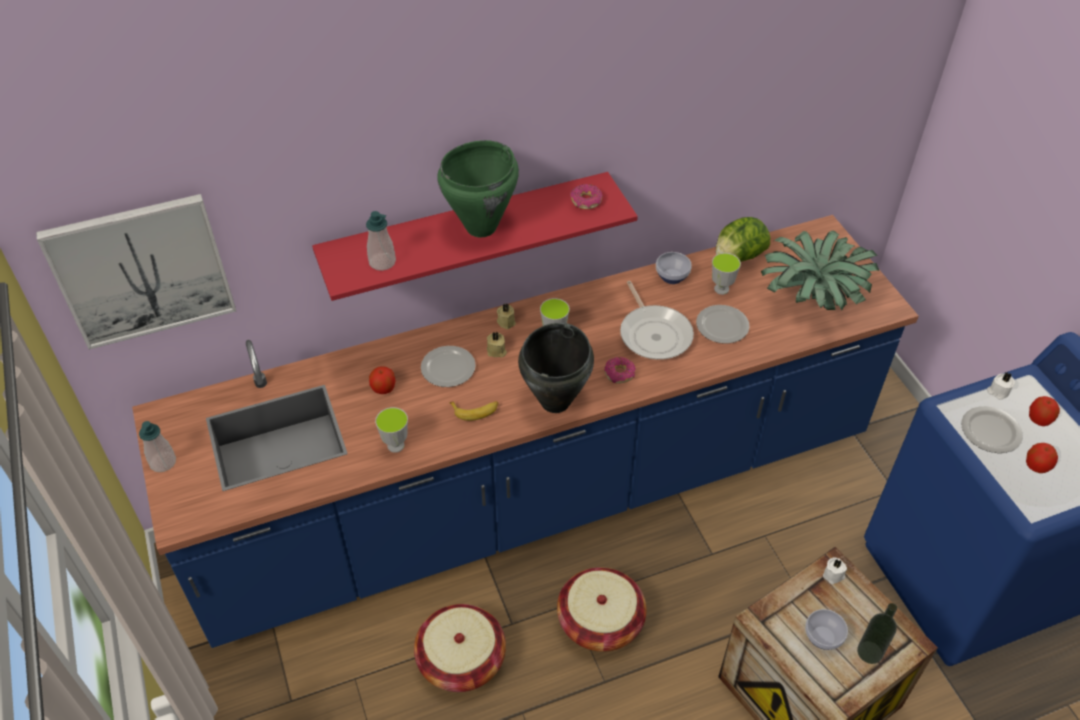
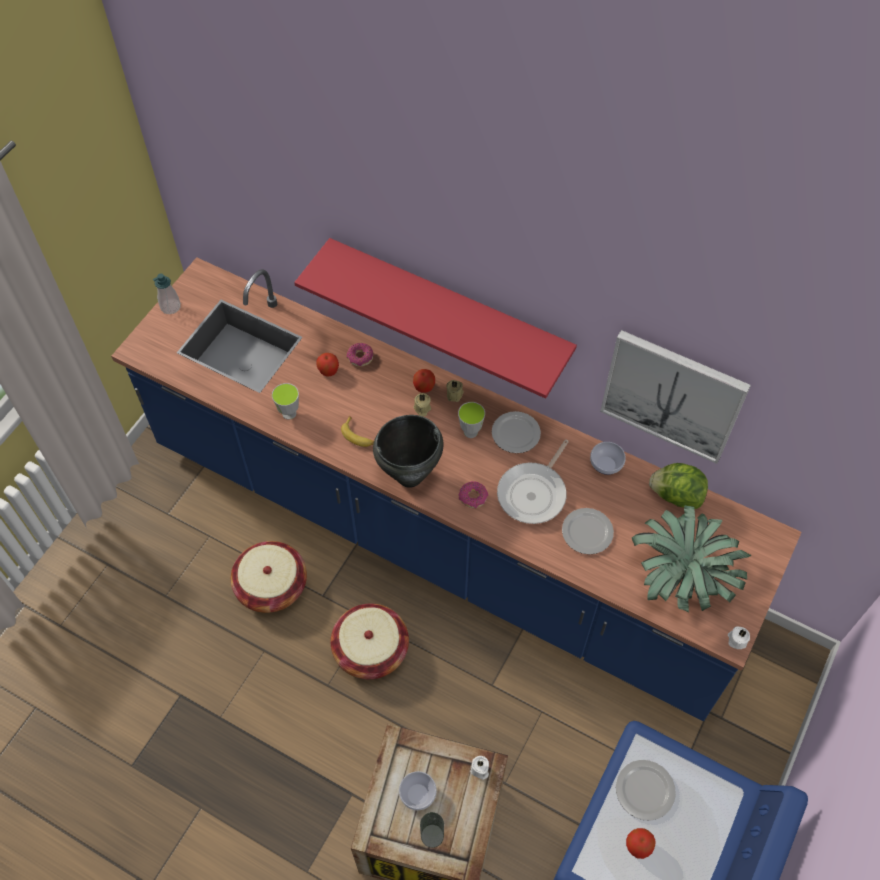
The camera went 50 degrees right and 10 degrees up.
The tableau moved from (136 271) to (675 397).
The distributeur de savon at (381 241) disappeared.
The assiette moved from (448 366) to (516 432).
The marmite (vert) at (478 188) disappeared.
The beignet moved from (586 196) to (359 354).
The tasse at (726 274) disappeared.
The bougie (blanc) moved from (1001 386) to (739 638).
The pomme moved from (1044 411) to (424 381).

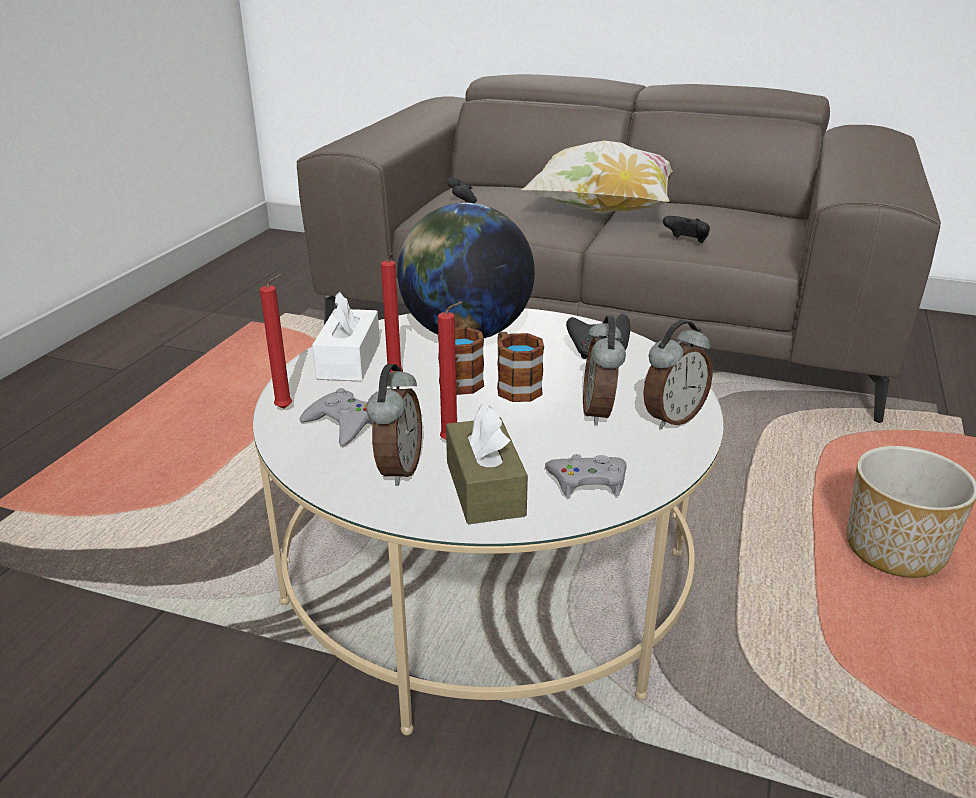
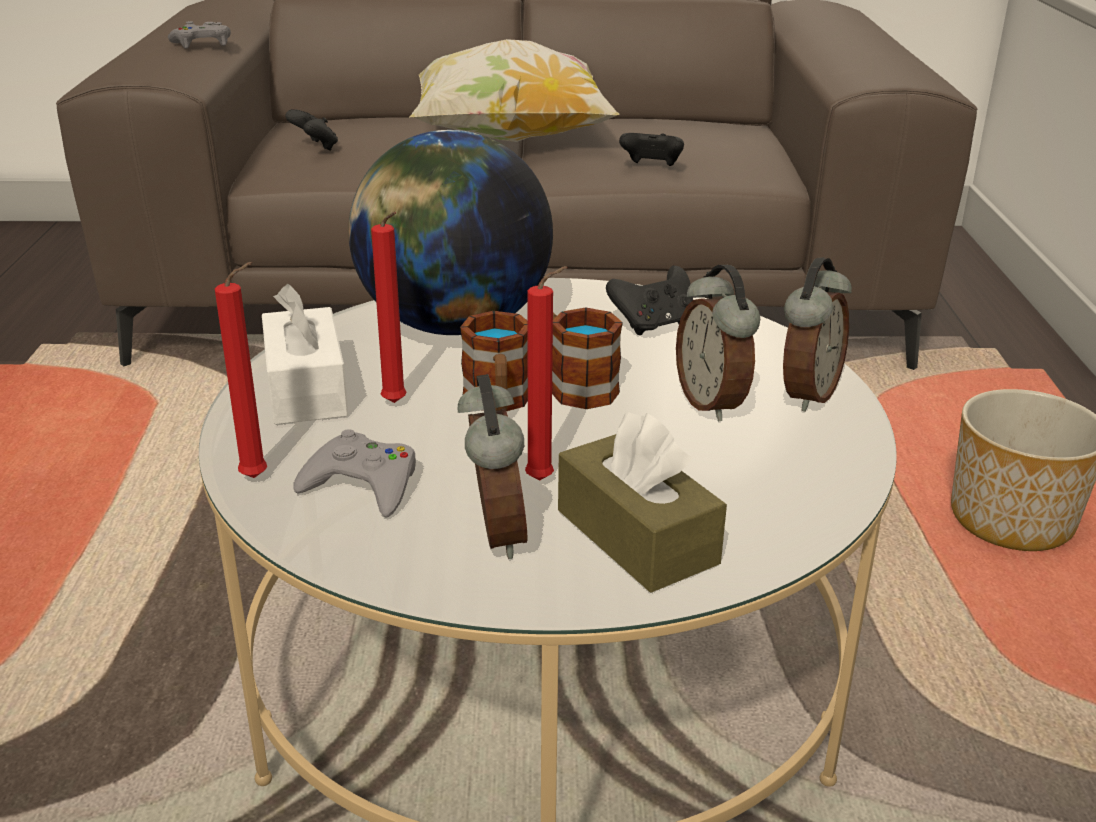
The camera went 20 degrees left and 0 degrees up.
The manette (gris) moved from (586 476) to (199 35).

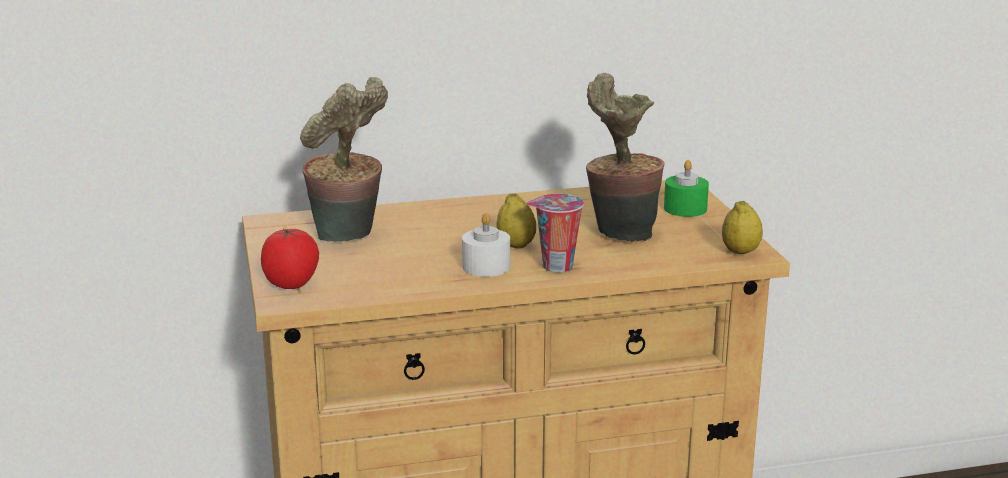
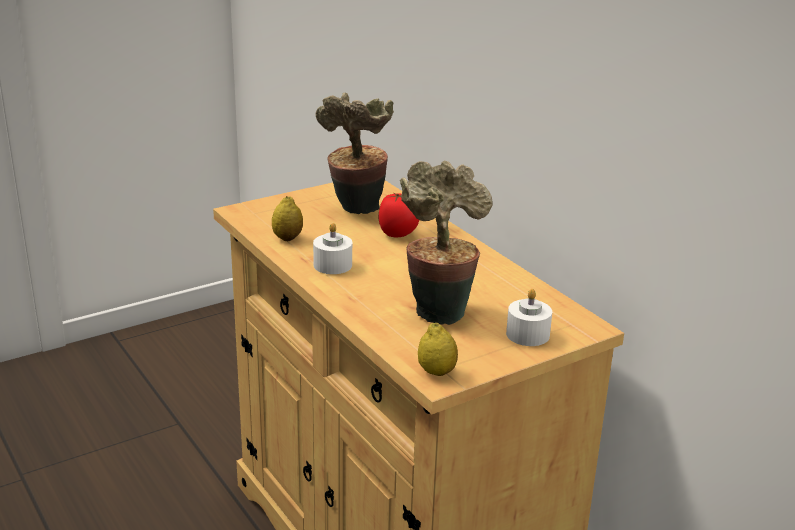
The camera went 70 degrees right and 5 degrees up.
The tomate moved from (290 259) to (399 214).
The citron moved from (516 221) to (287 218).
The tasse at (555 233) disappeared.
The bougie (vert) at (686 188) became the bougie (blanc) at (529 317).

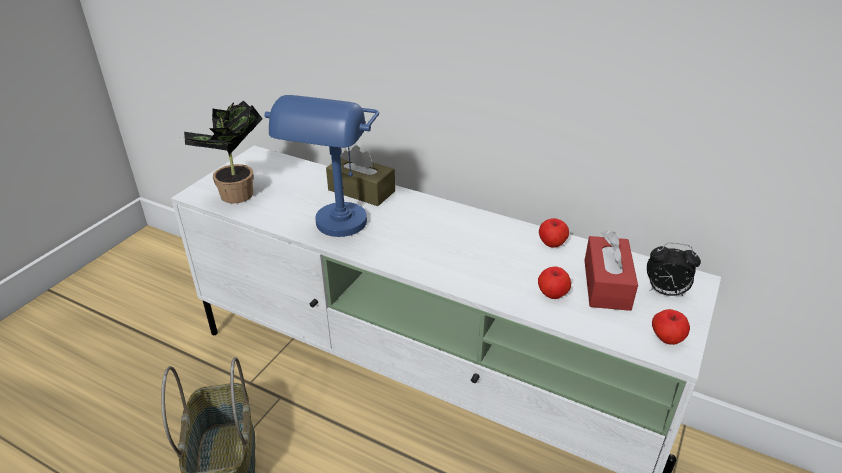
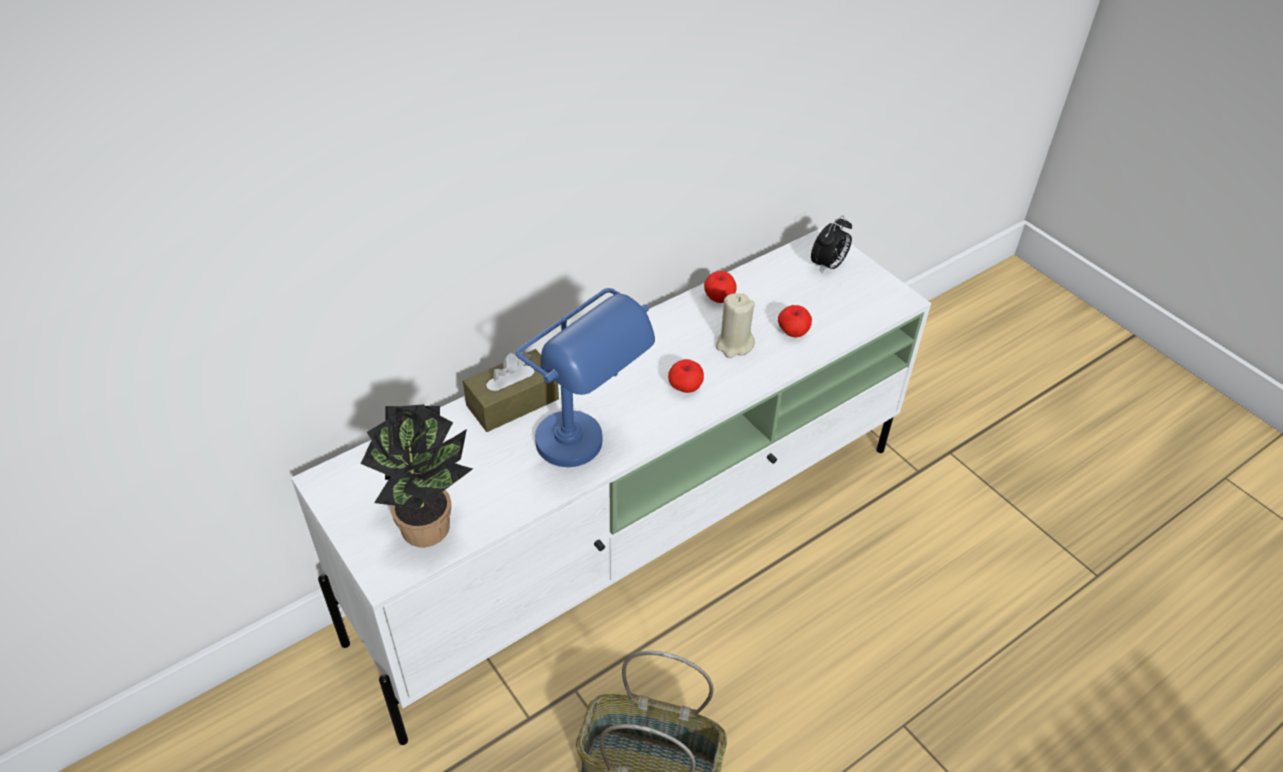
The camera went 65 degrees left and 10 degrees up.
The boîte à mouchoirs (rouge) at (611 271) disappeared.
The pomme moved from (671 327) to (686 376).
The bougie (beige) at (735 325) appeared.

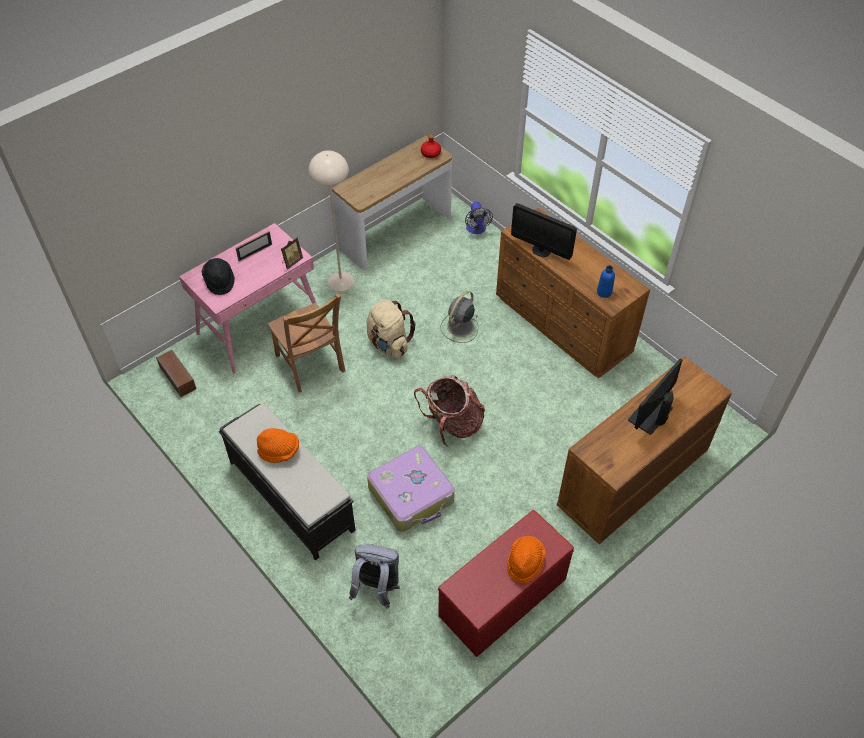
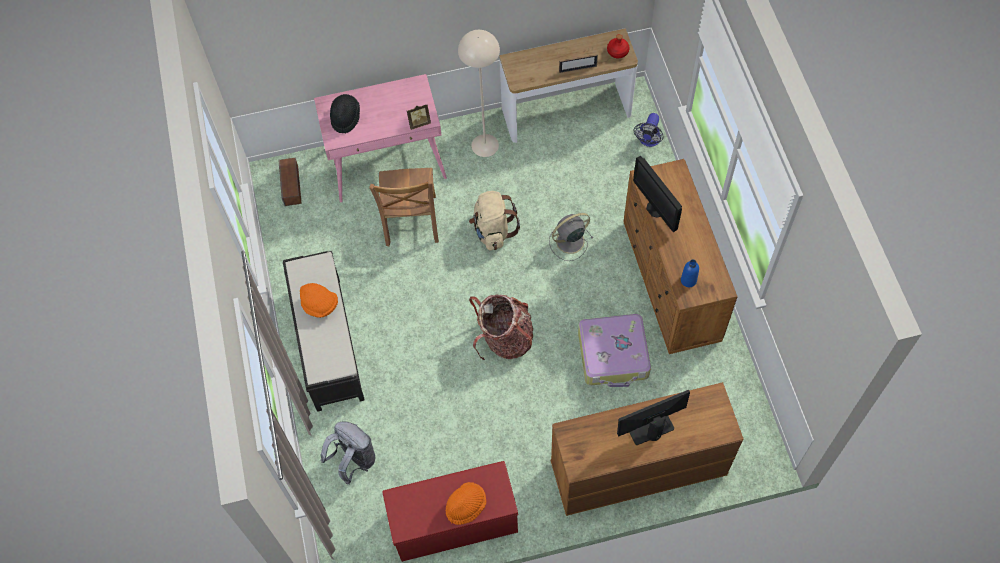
The camera went 30 degrees right and 10 degrees up.
The cadre photo moved from (254 246) to (578 63).
The valise moved from (411 489) to (614 350).

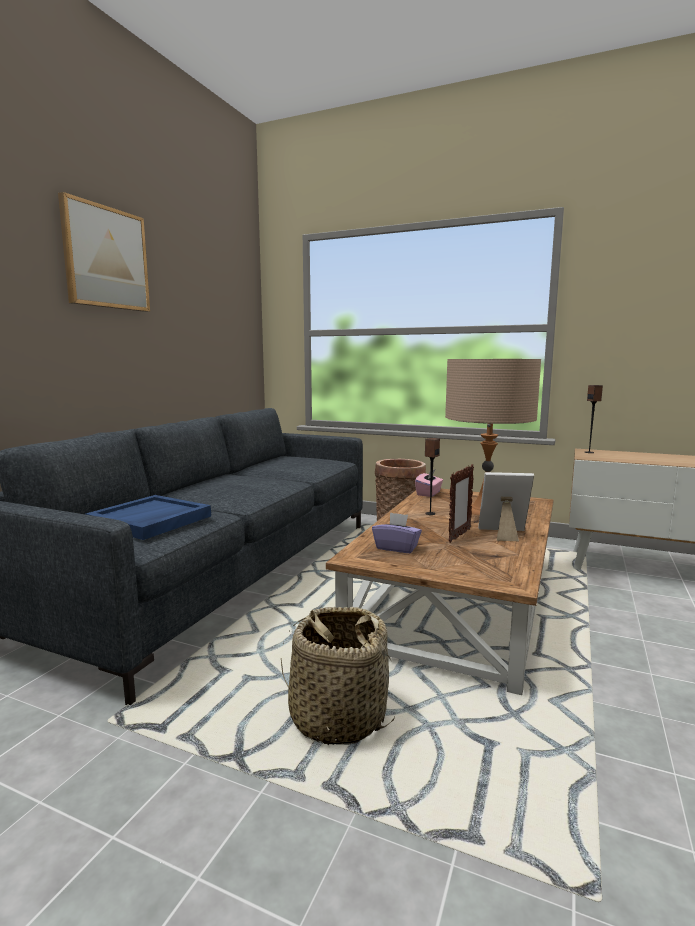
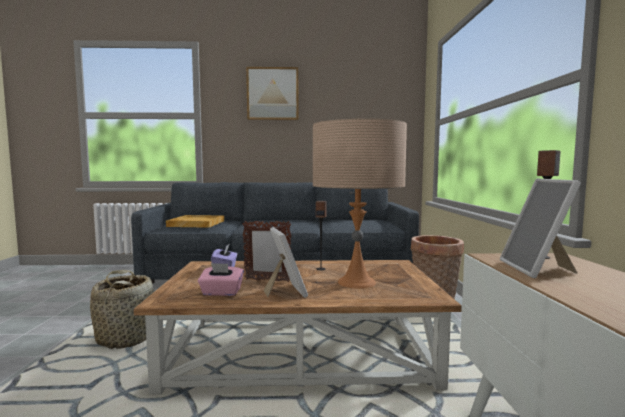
The camera went 65 degrees right and 5 degrees down.
The plateau (bleu) at (148 517) became the plateau (beige) at (195 221).
The boîte à mouchoirs (rose) moved from (429 483) to (221 279).
The cadre photo at (540 228) appeared.

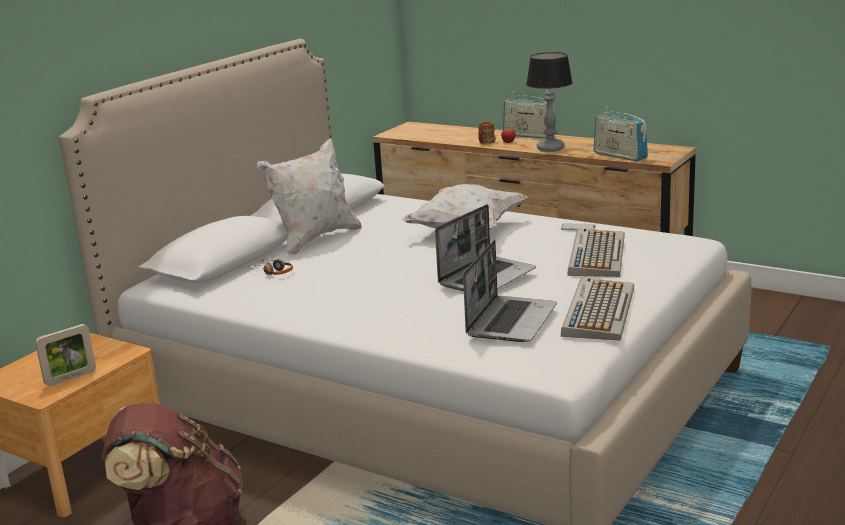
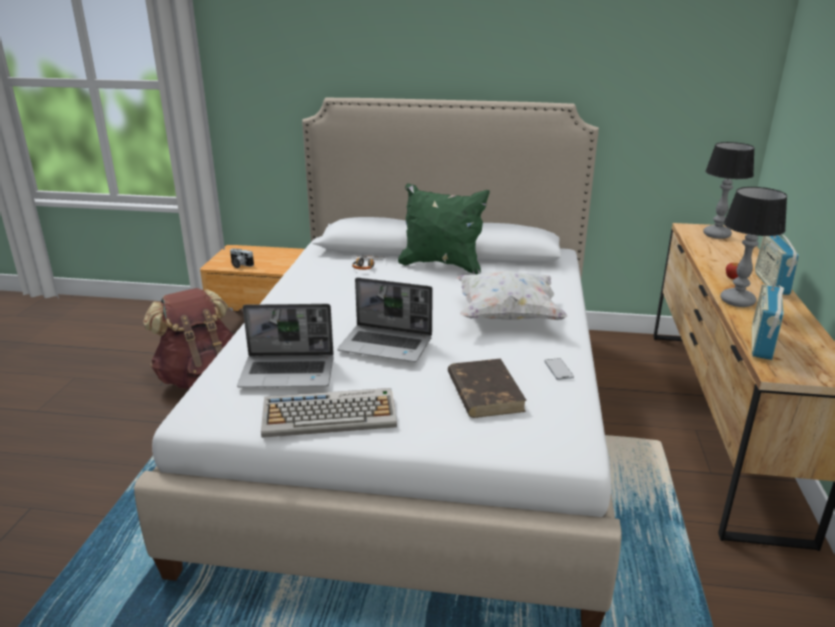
The camera went 65 degrees right and 5 degrees up.
The cadre photo at (65 355) was replaced by the appareil photo at (242 258).
The coussin (blanc) at (309 196) became the coussin (vert) at (444 229).
The mug at (487 132) disappeared.
The clavier at (596 252) was replaced by the livre (marron) at (487 388).
The lampe de table at (729 190) appeared.

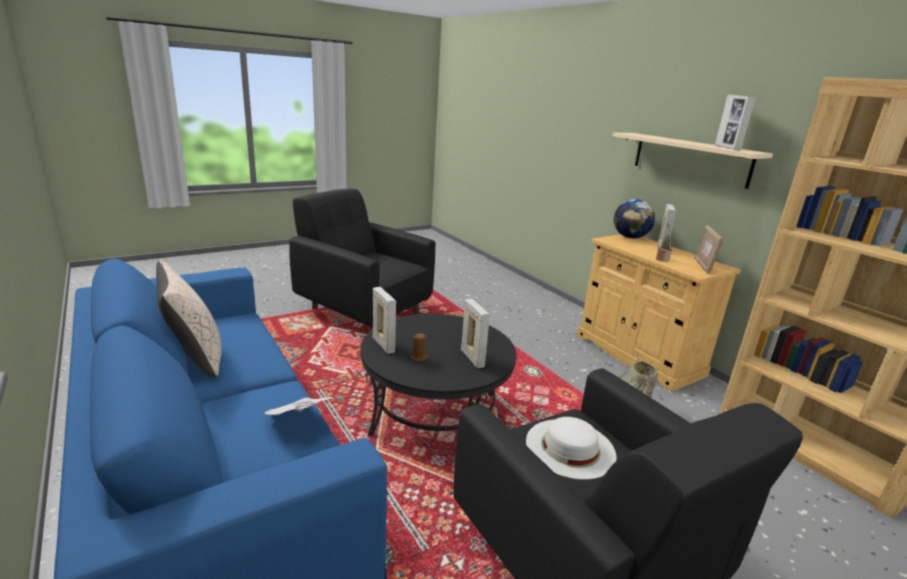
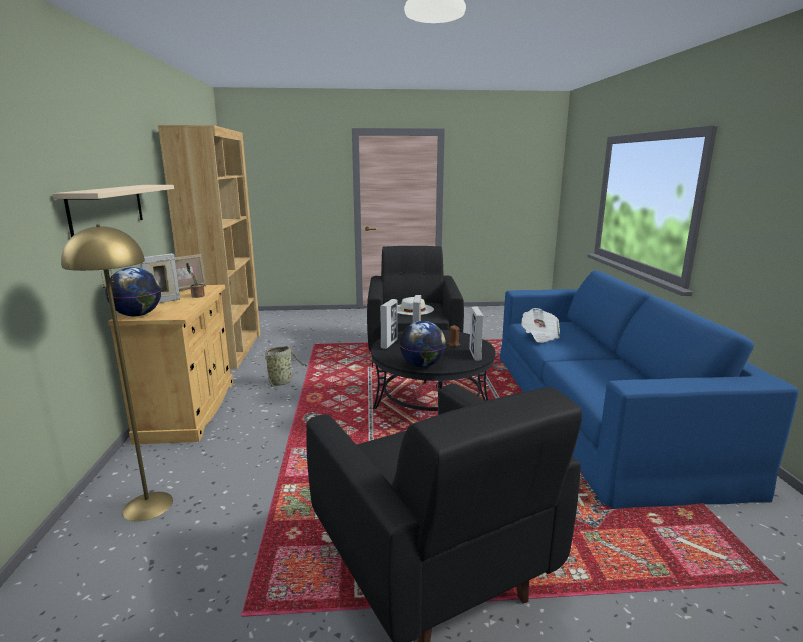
The camera went 150 degrees left and 5 degrees down.
The coussin (beige) at (189 319) disappeared.
The cadre photo moved from (735 122) to (389 324).
The lampadaire (jaune) at (117 372) appeared.
The globe at (423 344) appeared.

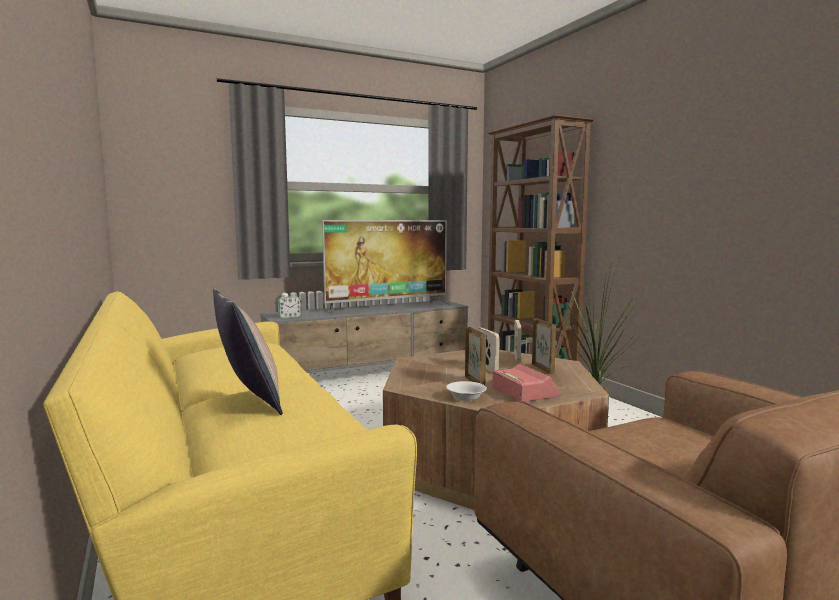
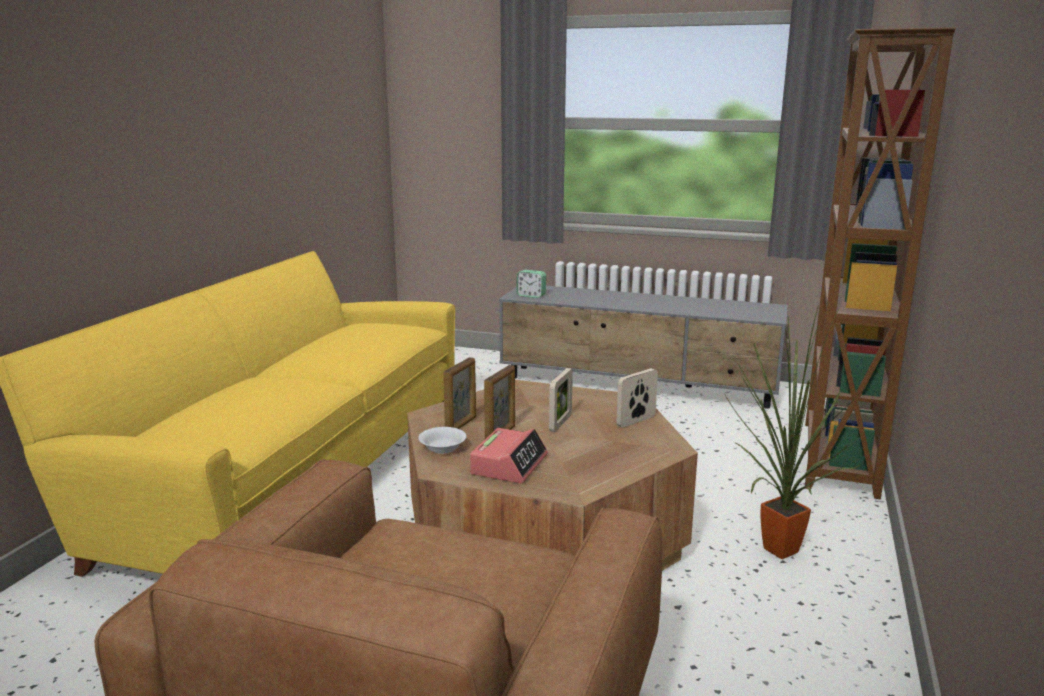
The camera went 45 degrees right and 10 degrees up.
The coussin at (248 351) disappeared.
The téléviseur at (386 267) disappeared.
The cadre photo moved from (544 346) to (459 393).

